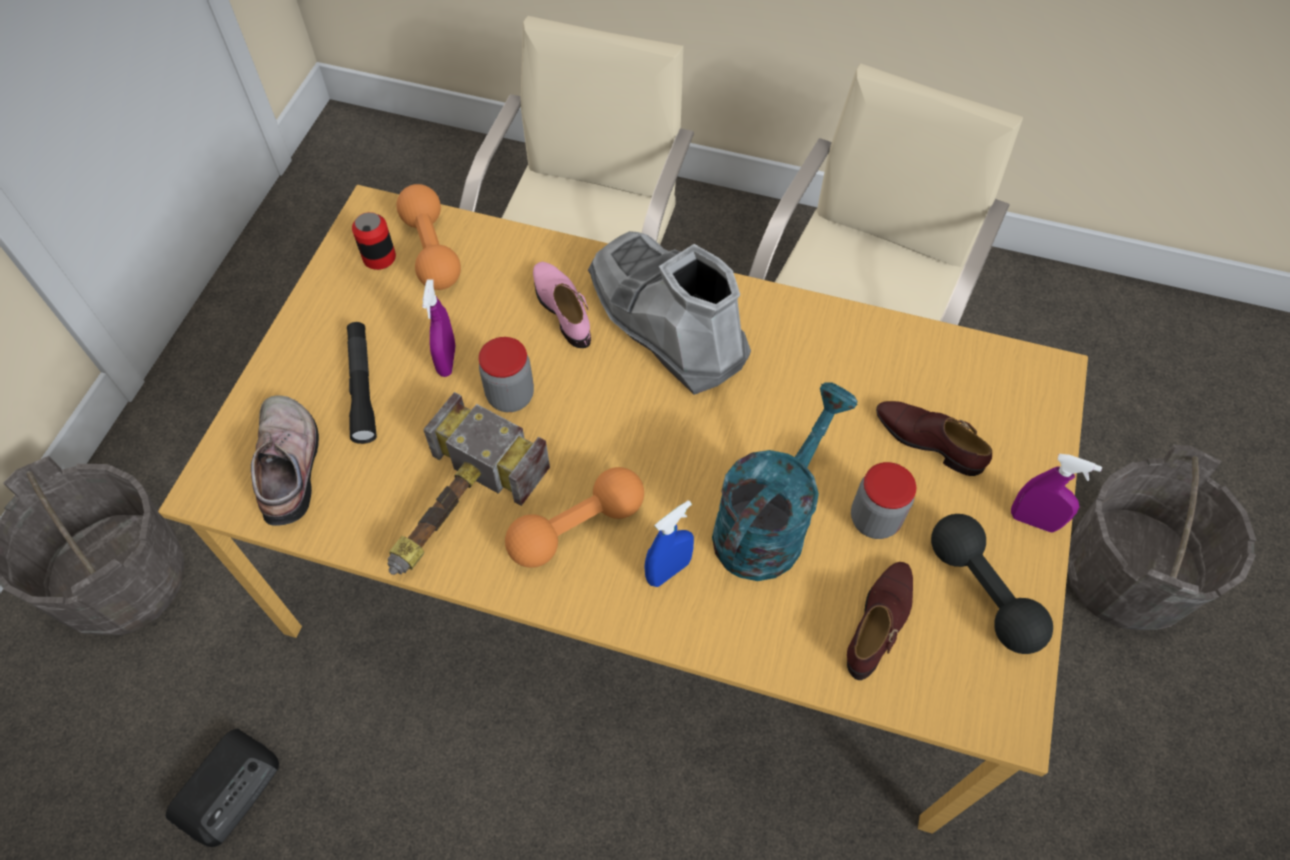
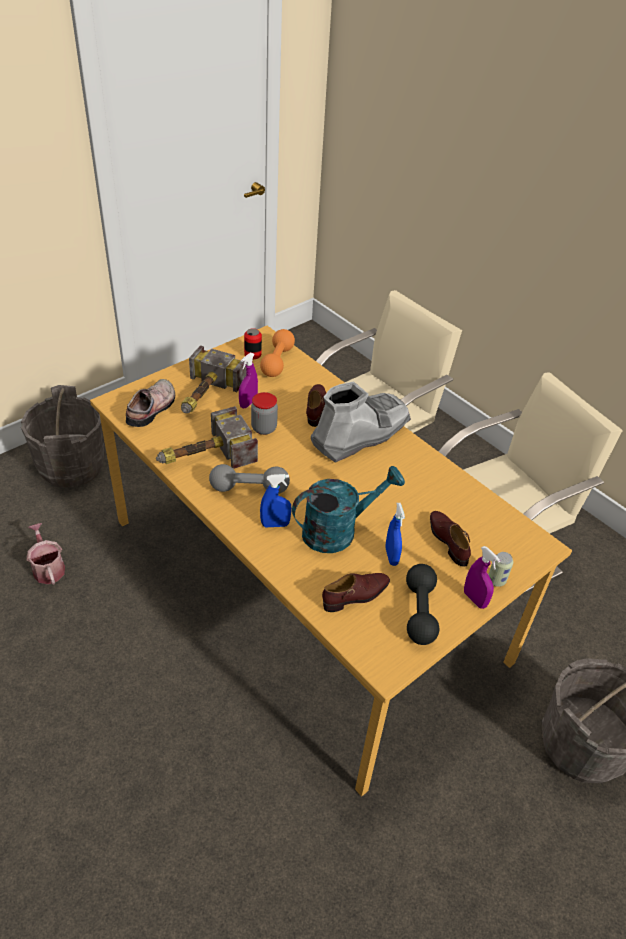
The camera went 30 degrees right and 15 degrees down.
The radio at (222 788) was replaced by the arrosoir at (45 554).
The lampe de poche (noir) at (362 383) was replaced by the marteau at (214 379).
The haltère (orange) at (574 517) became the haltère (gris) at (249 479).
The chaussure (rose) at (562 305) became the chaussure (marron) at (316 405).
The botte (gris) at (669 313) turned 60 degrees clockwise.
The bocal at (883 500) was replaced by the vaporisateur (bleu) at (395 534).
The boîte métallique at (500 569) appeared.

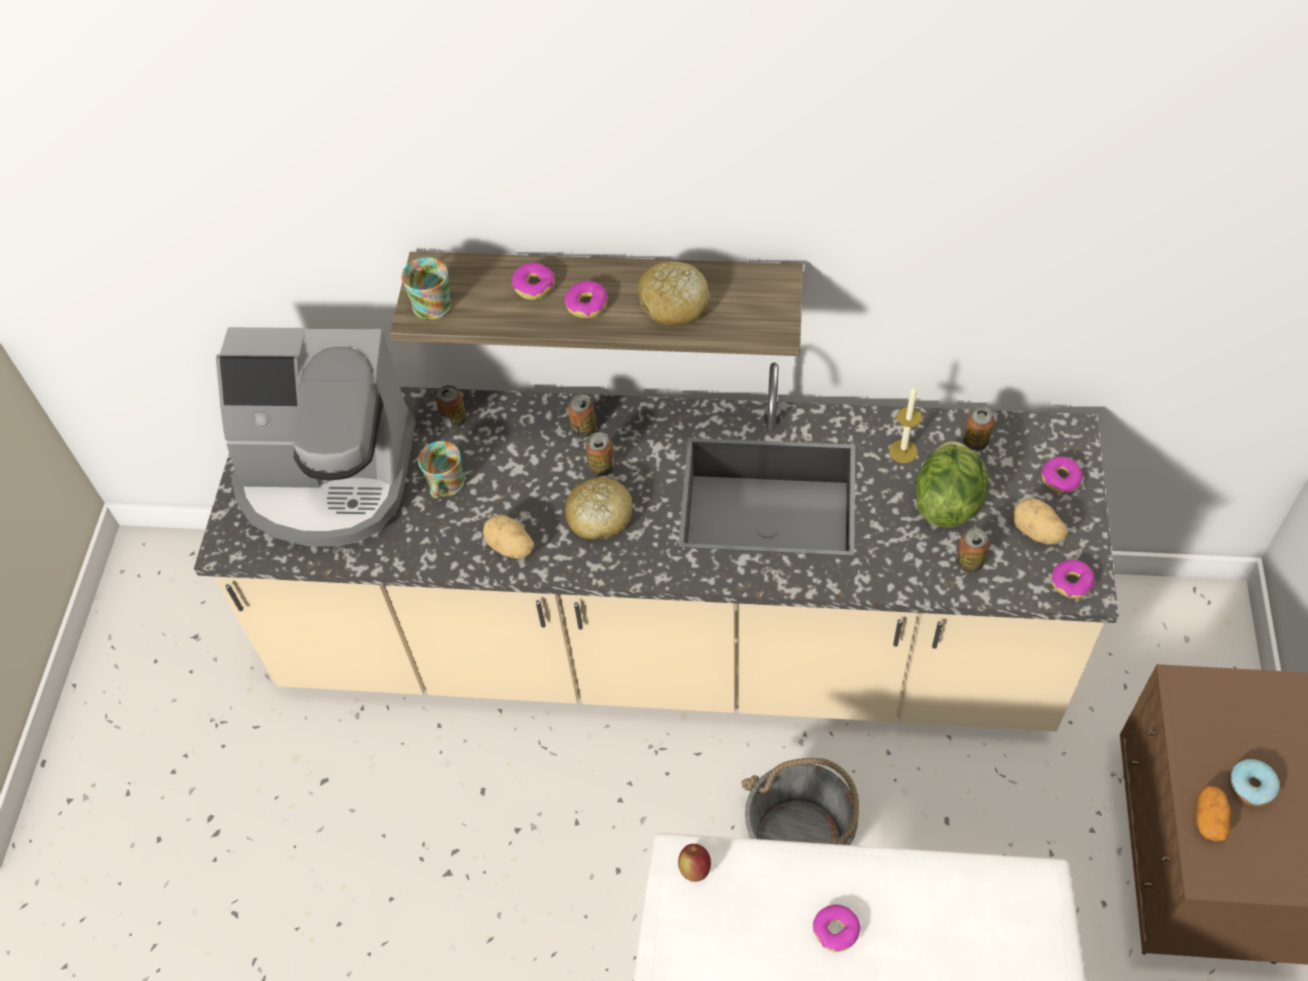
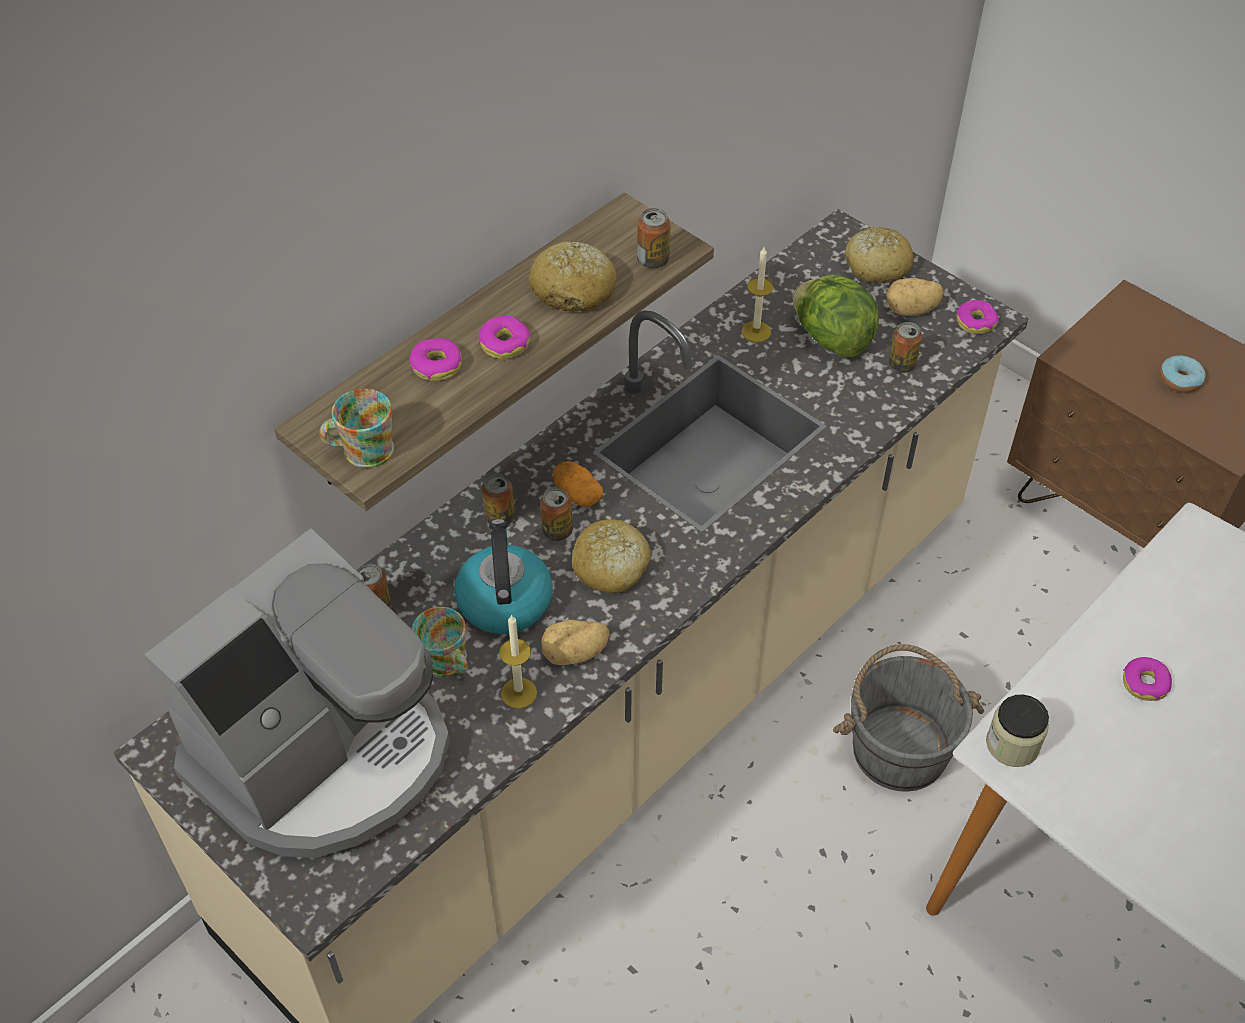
The camera went 55 degrees left and 5 degrees down.
The pomme at (694 863) was replaced by the bocal at (1017 731).
The boîte métallique moved from (978 428) to (654 238).
The beignet at (1062 474) was replaced by the pain at (879 255).
The pomme de terre moved from (1213 813) to (578 484).
The bouilloire at (503 576) appeared.
The bougie at (518 661) appeared.

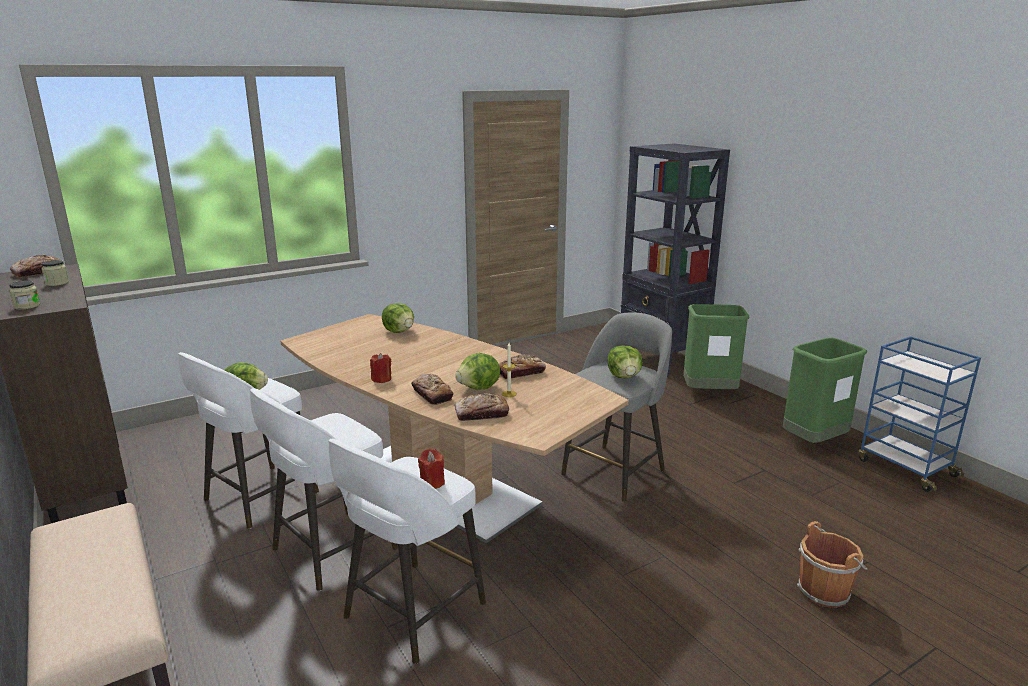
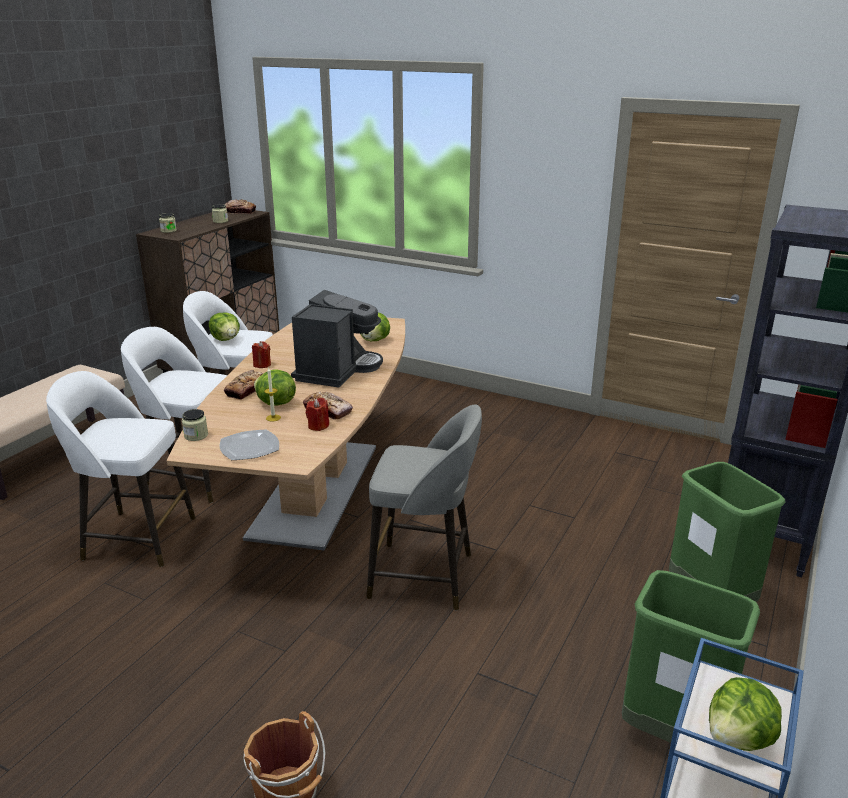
The camera went 60 degrees right and 5 degrees up.
The bougie (rouge) moved from (431 469) to (317 414).
The pain at (481 407) disappeared.
The laitue moved from (625 361) to (745 714).
The bocal at (195 425) appeared.
The assiette at (249 445) appeared.
The machine à café at (337 338) appeared.

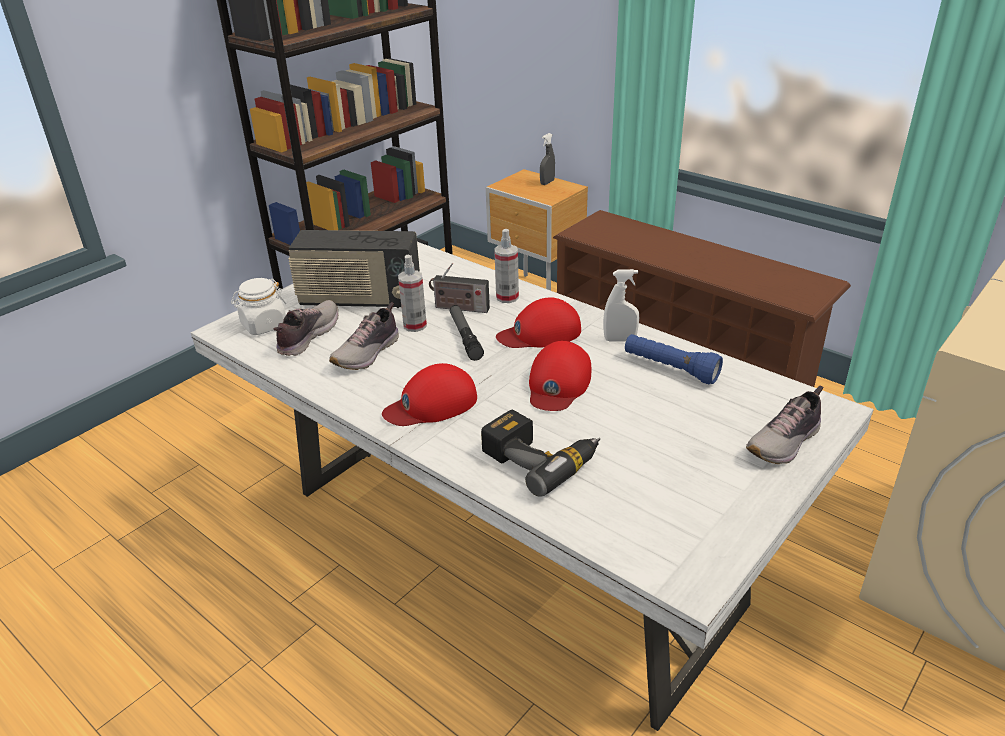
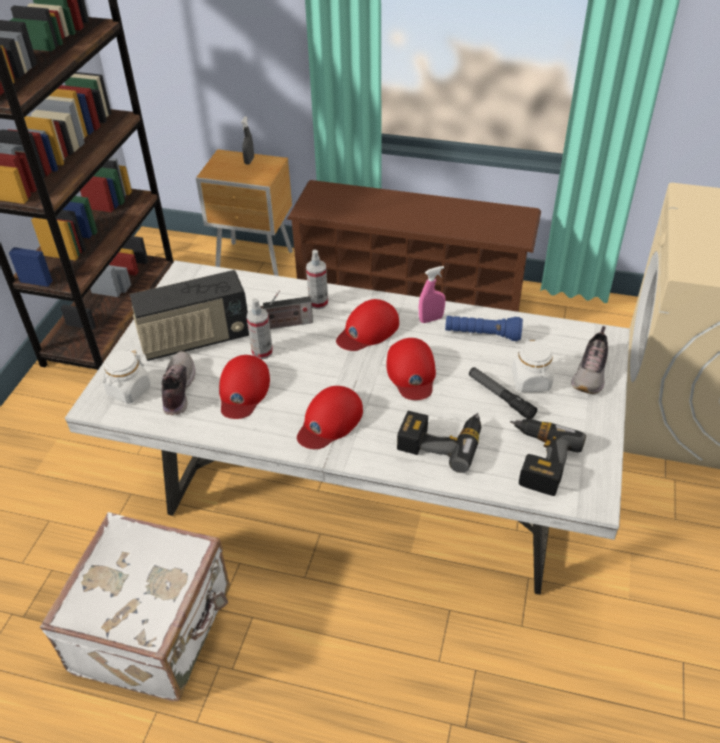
The camera went 25 degrees left and 10 degrees up.
The chaussure at (364 336) was replaced by the casquette (rouge) at (244 387).
The lampe de poche moved from (467 333) to (503 393).
The vaporisateur (blanc) at (621 305) became the vaporisateur (rose) at (432 294).
The valise (blanc) at (135 606) appeared.
The perceuse at (548 457) appeared.
The bocal (blanc) at (533 365) appeared.

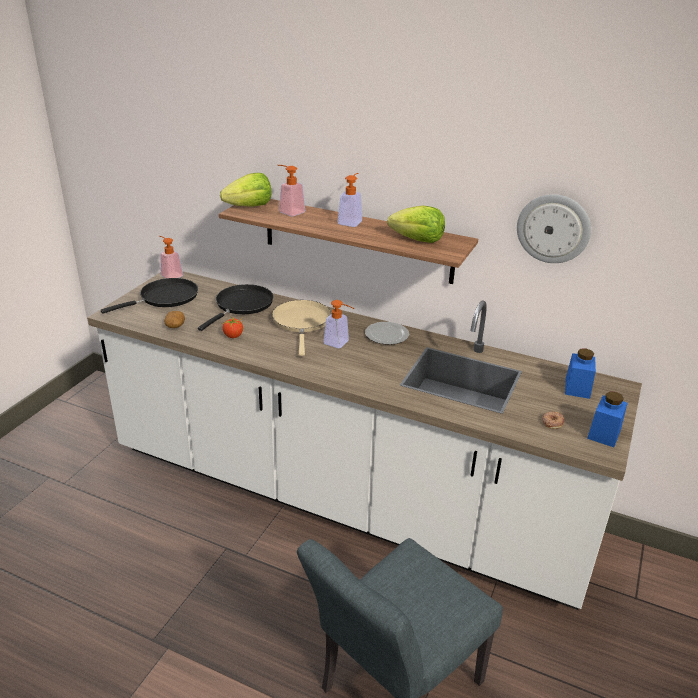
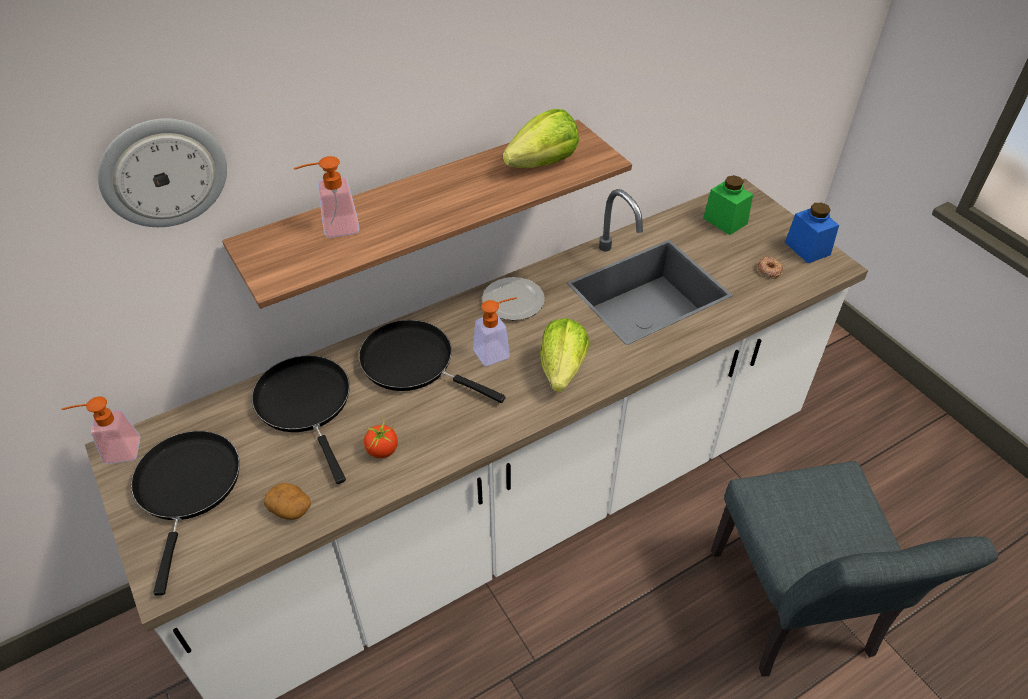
The camera went 55 degrees left and 15 degrees up.
The laitue moved from (245 190) to (564 355).
The poêle (beige) at (301 328) became the poêle (noir) at (432 361).
The distributeur de savon at (350 200) disappeared.
The horloge murale moved from (554 228) to (162 172).
The bocal (bleu) at (580 373) became the bocal (vert) at (728 205).

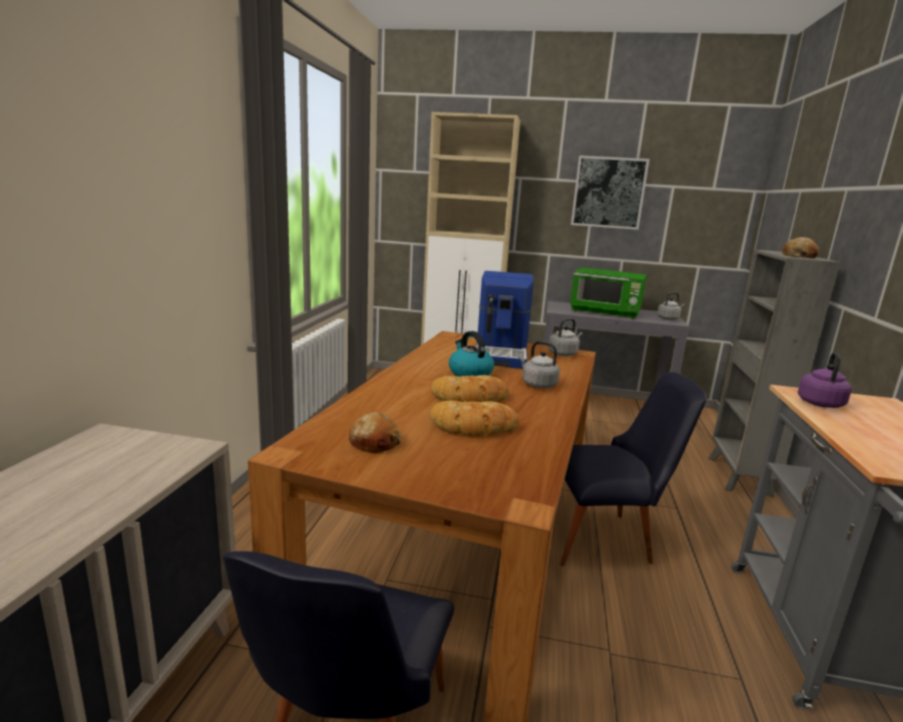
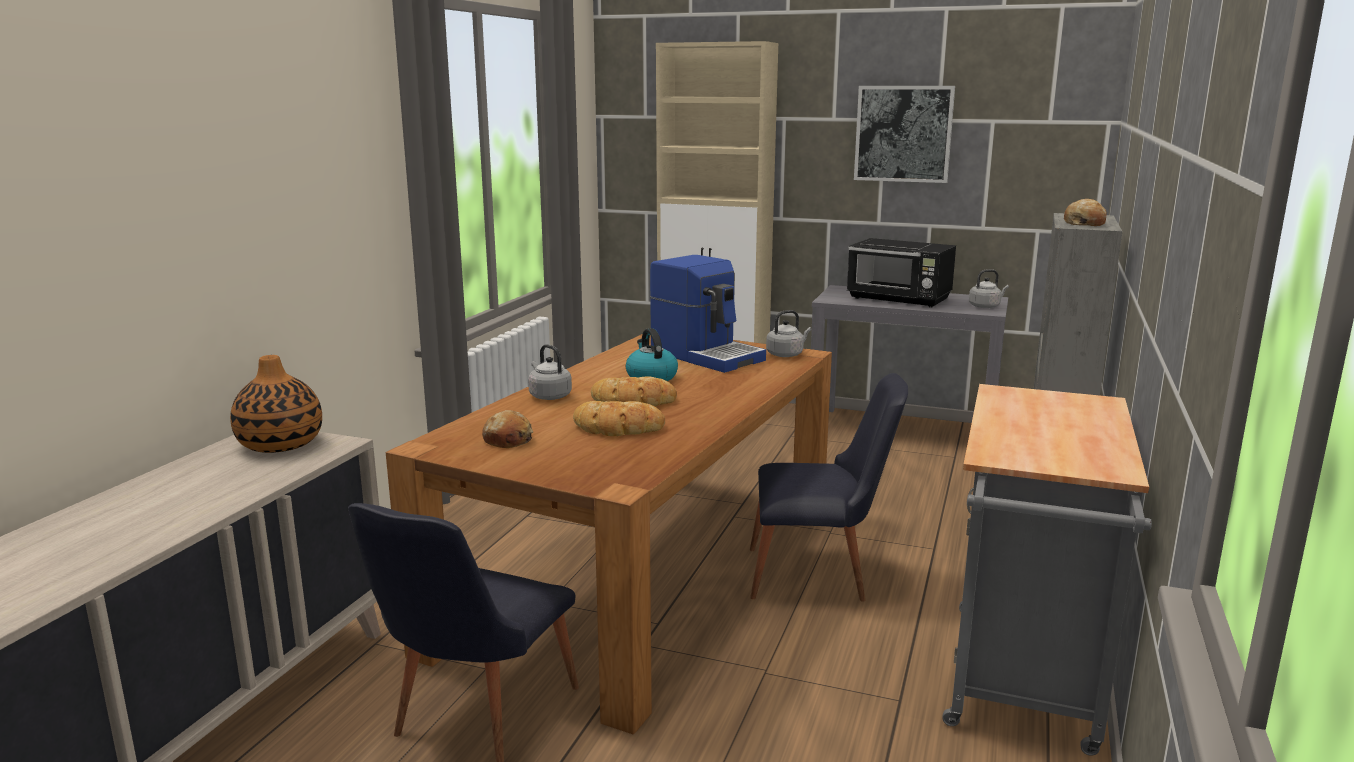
The camera went 10 degrees right and 0 degrees up.
The machine à café at (505 320) turned 60 degrees counterclockwise.
The bouilloire (gris) moved from (539 364) to (550 372).
The micro-ondes (vert) at (608 293) became the micro-ondes (noir) at (901 273).
The bouilloire (violet) at (825 380) disappeared.
The vase at (276 404) appeared.

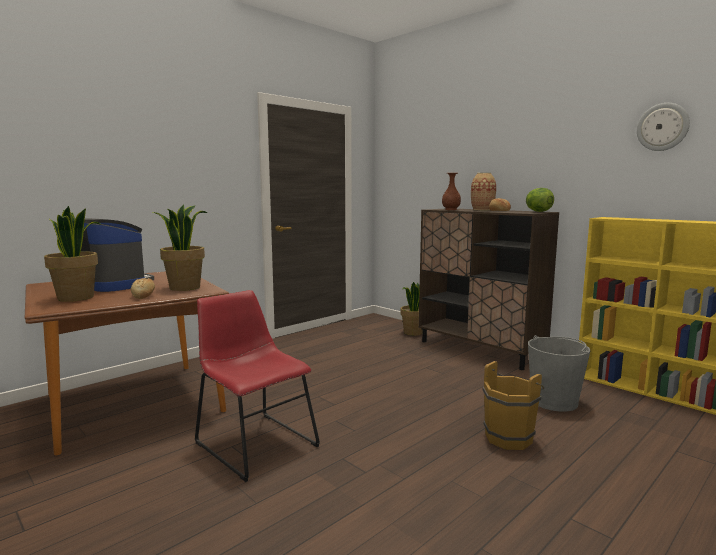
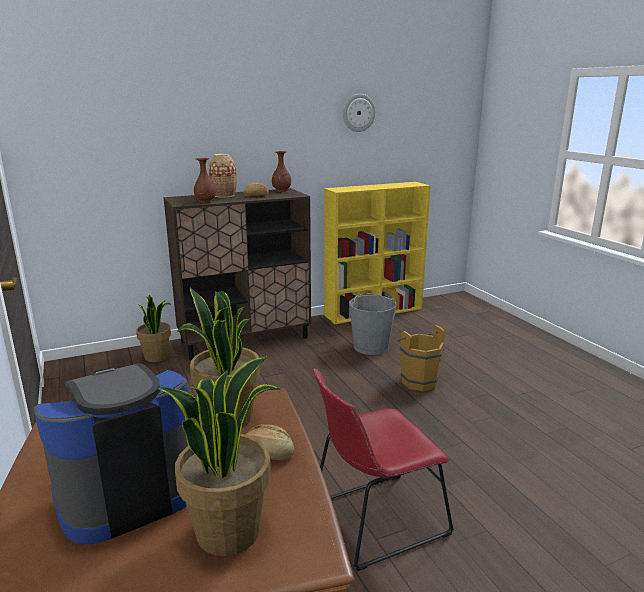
The camera went 70 degrees left and 10 degrees up.
The laitue at (540 200) was replaced by the vase (marron) at (281 171).

